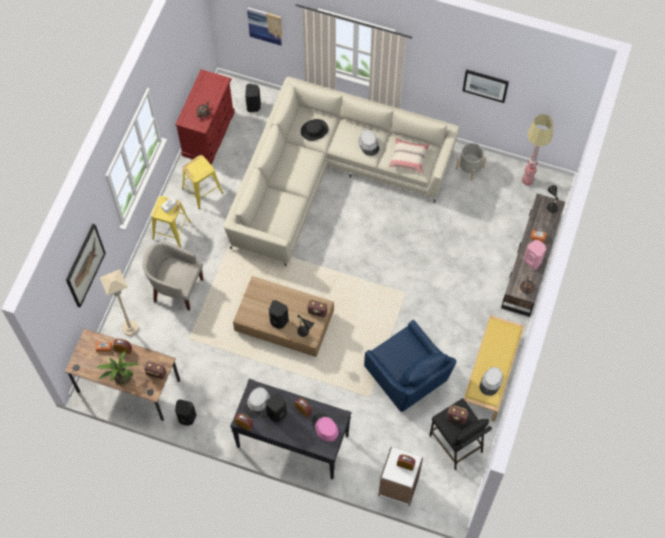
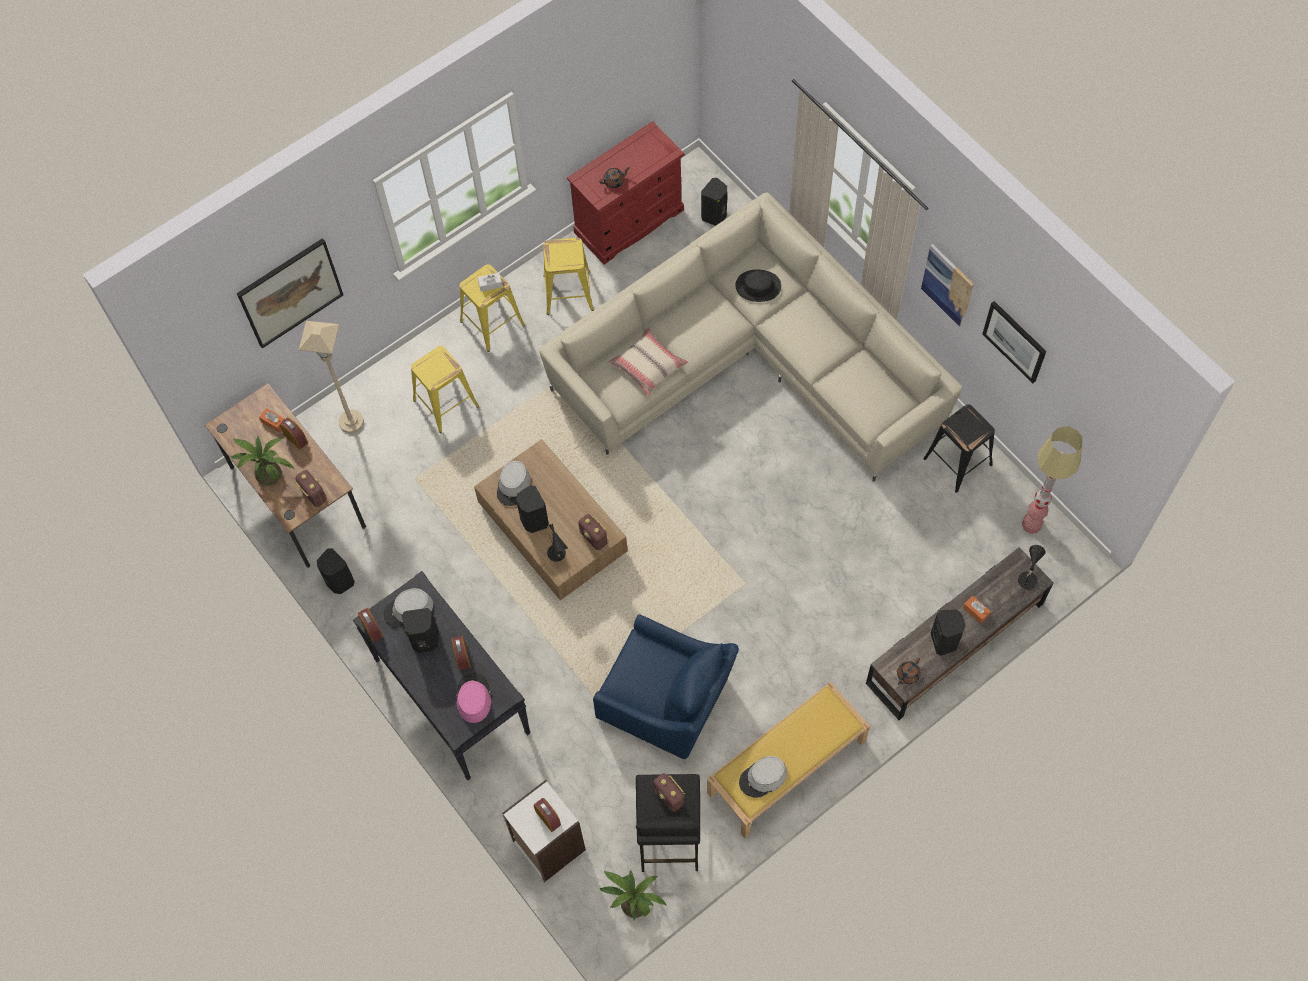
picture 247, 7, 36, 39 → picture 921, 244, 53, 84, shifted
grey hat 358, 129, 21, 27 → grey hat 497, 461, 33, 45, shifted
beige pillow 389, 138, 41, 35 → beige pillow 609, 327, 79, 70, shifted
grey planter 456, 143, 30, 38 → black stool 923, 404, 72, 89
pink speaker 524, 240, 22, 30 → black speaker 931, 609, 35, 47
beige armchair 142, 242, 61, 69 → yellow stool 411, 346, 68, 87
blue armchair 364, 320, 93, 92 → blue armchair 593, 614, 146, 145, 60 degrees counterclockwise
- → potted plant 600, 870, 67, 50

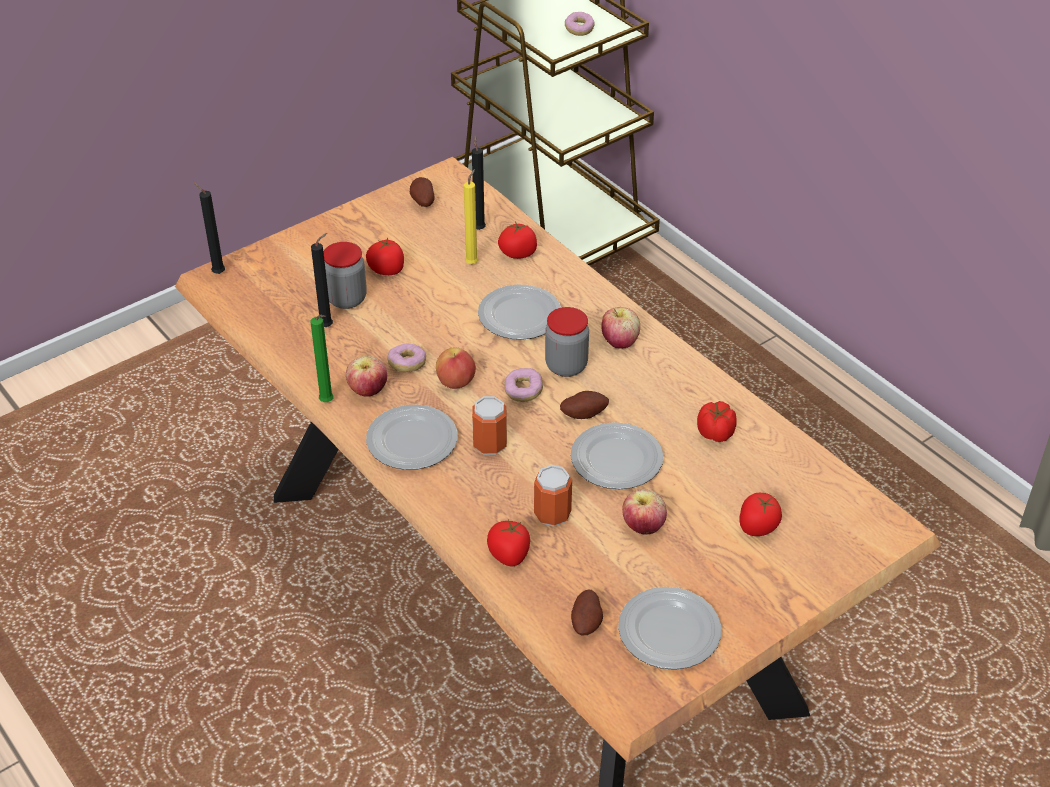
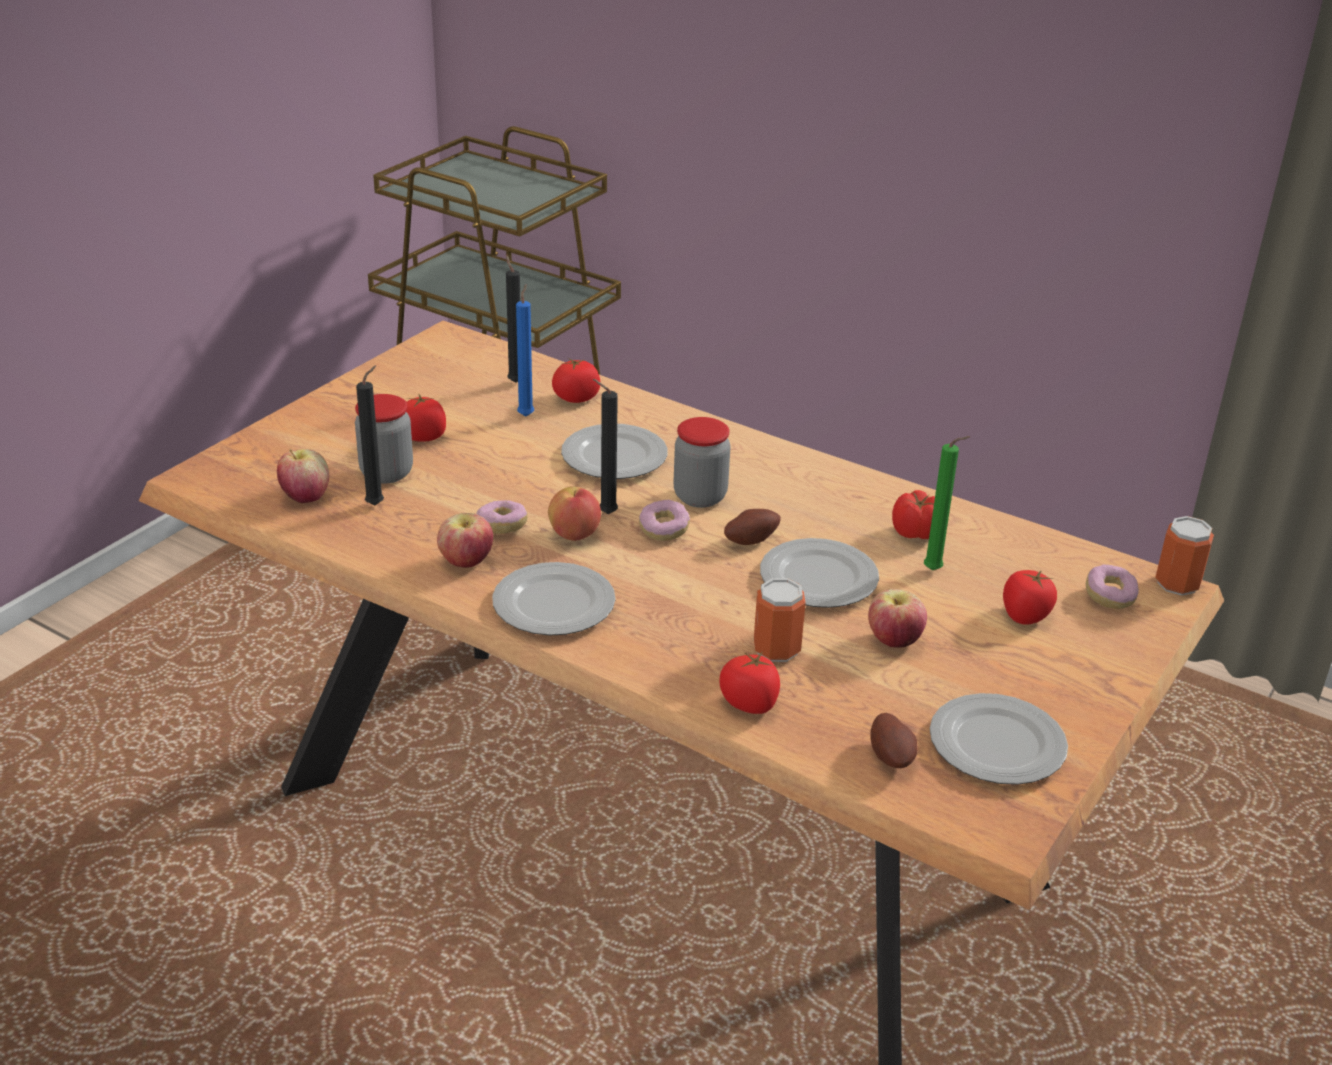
donut 565, 12, 30, 24 → donut 1086, 564, 53, 45, shifted
yellow candle 464, 169, 14, 95 → blue candle 516, 285, 18, 131
potato 410, 177, 25, 30 → -
black candle 193, 182, 32, 92 → black candle 593, 379, 25, 135, shifted
apple 601, 307, 39, 42 → apple 277, 449, 52, 54, shifted
green candle 311, 315, 23, 87 → green candle 924, 436, 46, 134, shifted
can 472, 396, 35, 59 → can 1155, 516, 59, 79, shifted

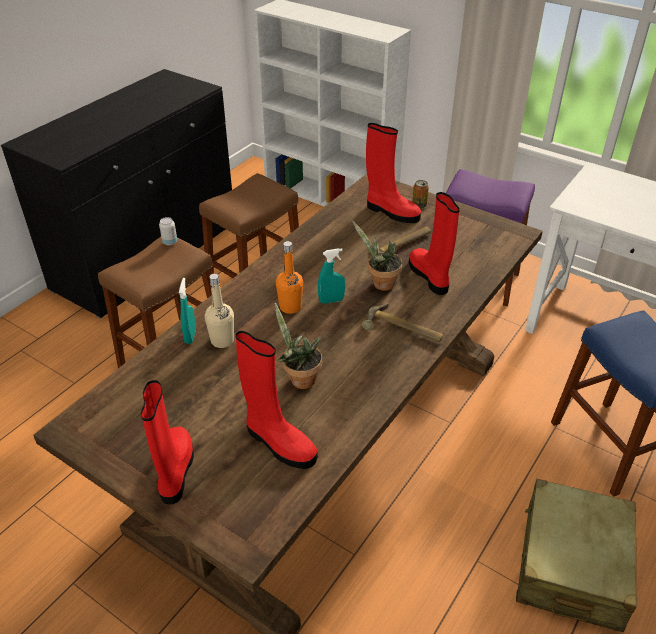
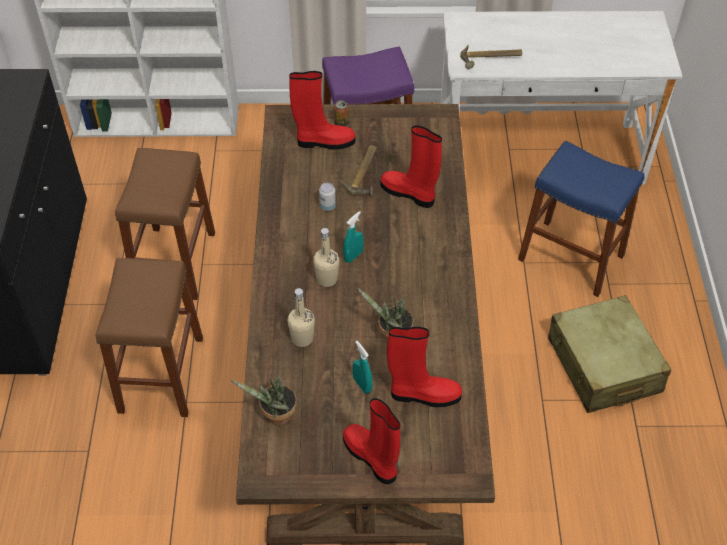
can 159, 217, 18, 28 → can 319, 183, 17, 28, shifted
potted plant 352, 221, 50, 70 → potted plant 231, 375, 66, 51, shifted
orange bottle 276, 241, 27, 73 → beige bottle 313, 228, 26, 59
turquoise spray bottle 179, 278, 17, 66 → turquoise spray bottle 353, 341, 20, 53, shifted
hammer 362, 303, 81, 39 → hammer 460, 45, 62, 24, shifted

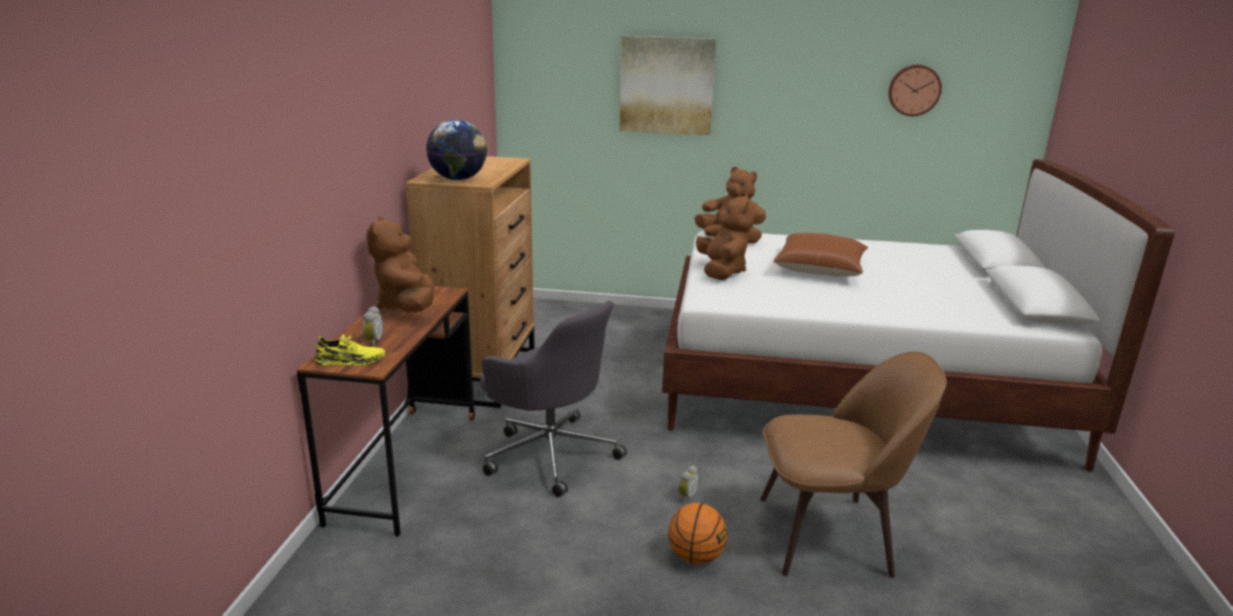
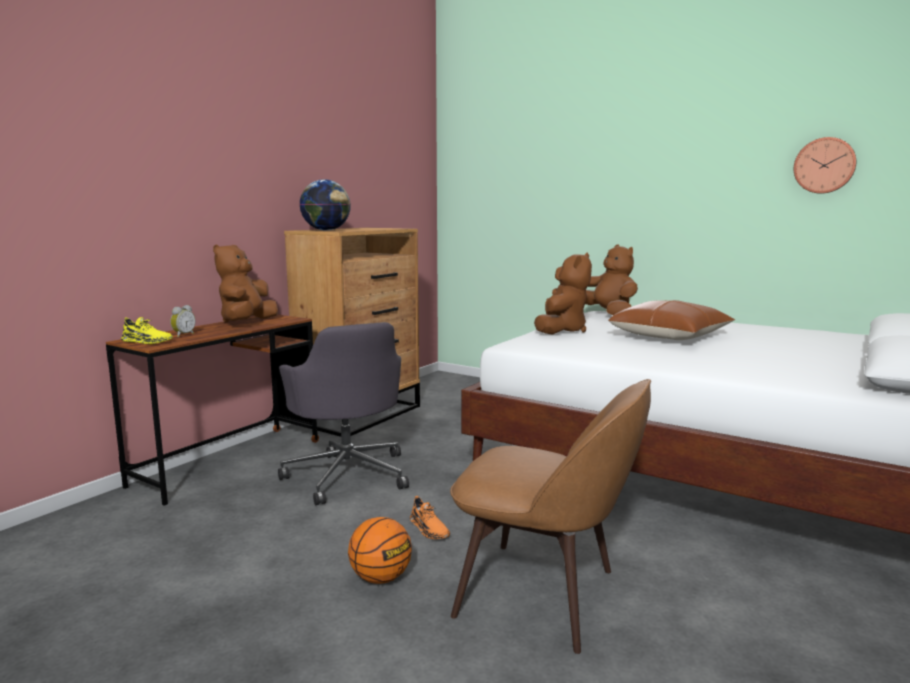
picture 620, 36, 96, 99 → -
alarm clock 678, 465, 21, 38 → orange shoe 410, 496, 40, 43

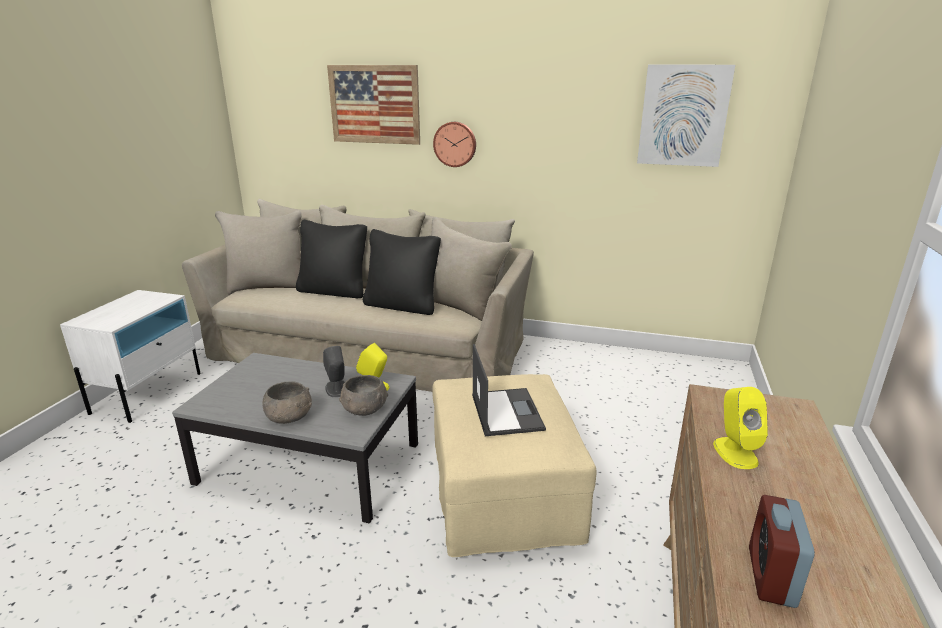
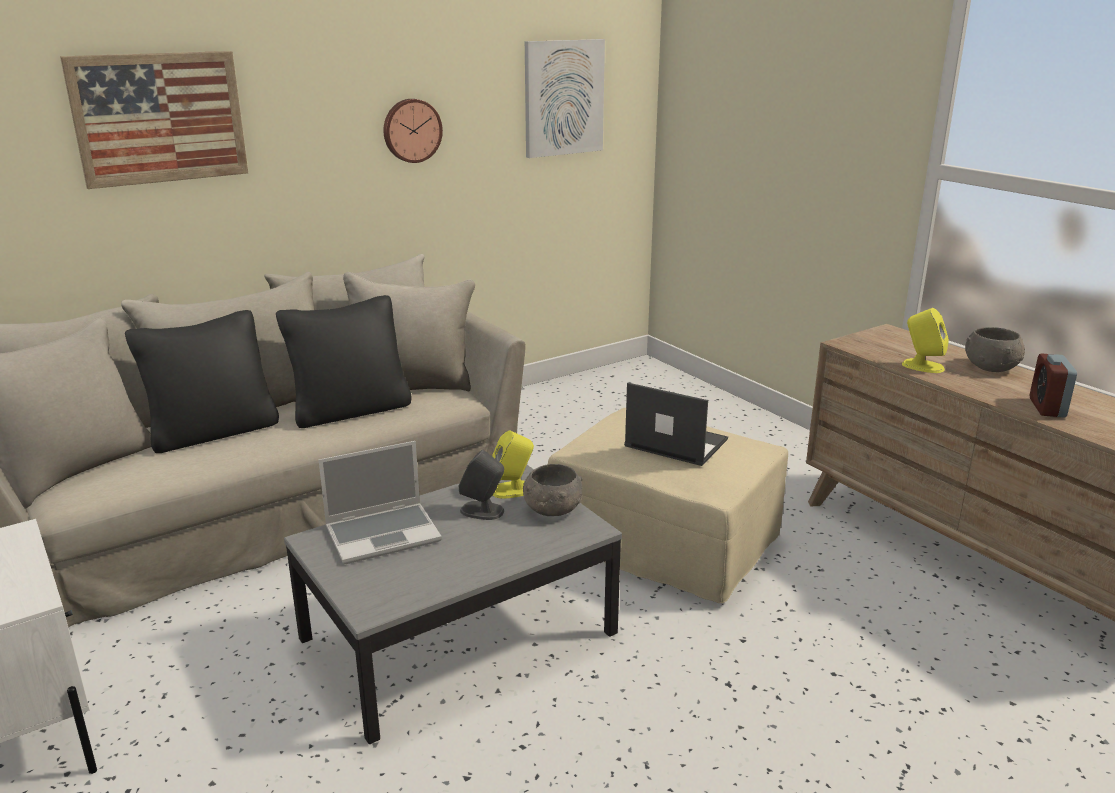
wall clock 433, 122, 43, 45 → wall clock 383, 99, 60, 64, shifted
grey bowl 262, 381, 50, 43 → grey bowl 965, 327, 60, 45, shifted
alarm clock 749, 495, 66, 113 → alarm clock 1029, 354, 48, 64, 45 degrees clockwise
- → laptop 319, 441, 123, 123

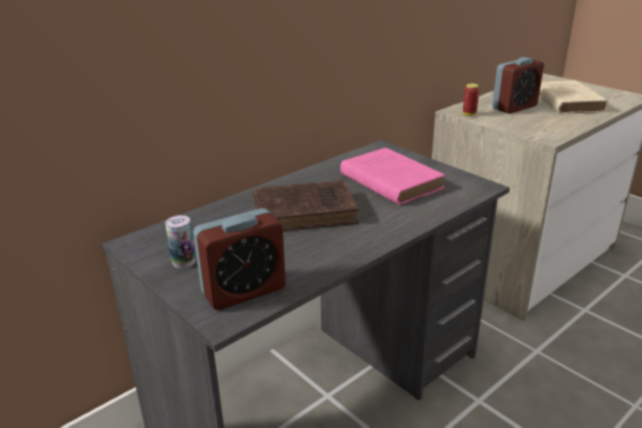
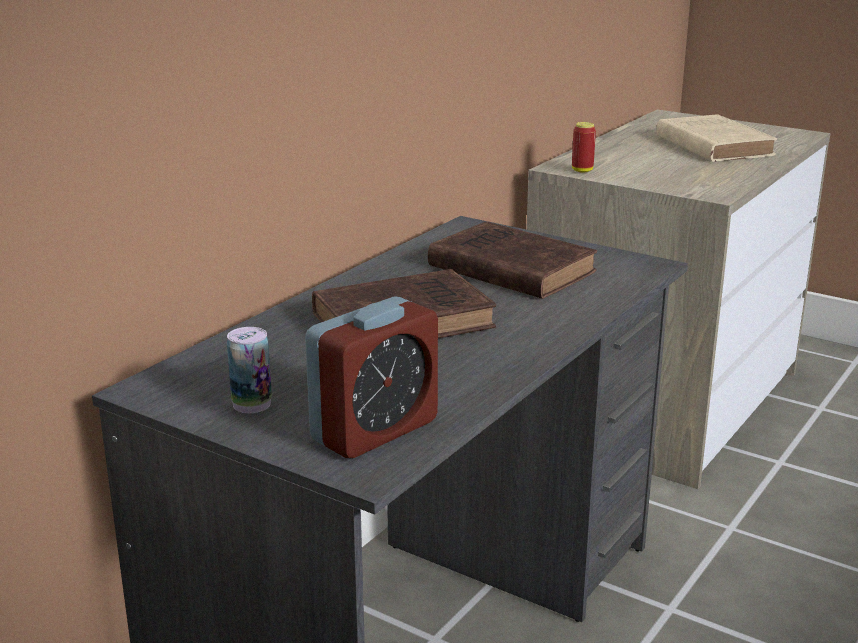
alarm clock 492, 57, 52, 57 → -
pink book 340, 148, 106, 57 → brown book 428, 222, 169, 77

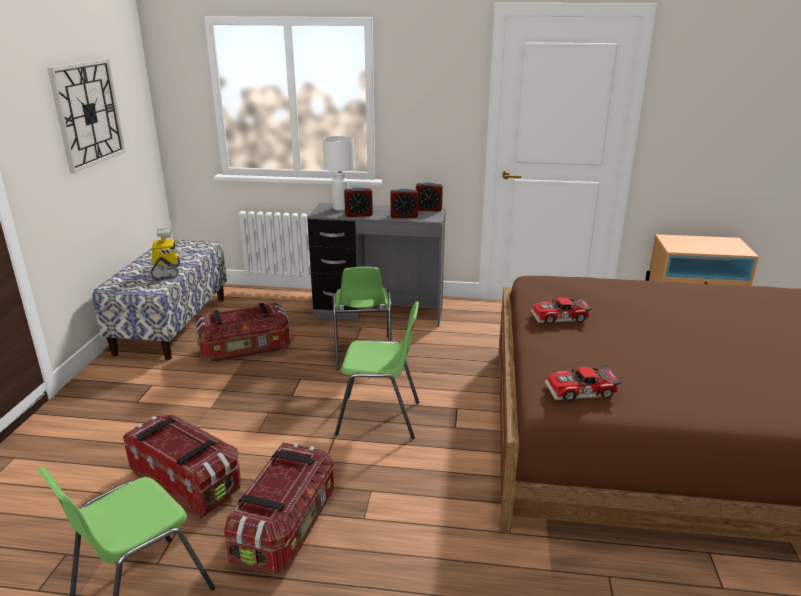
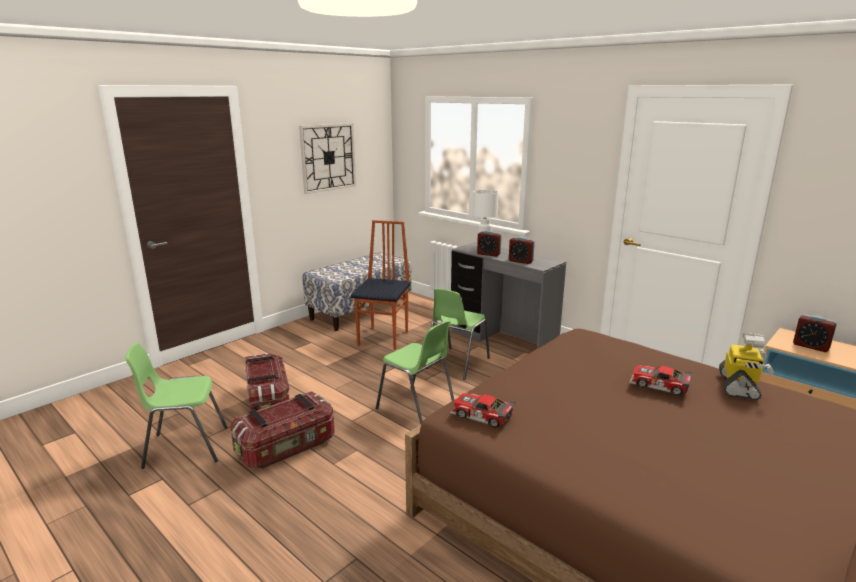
alarm clock 416, 181, 27, 31 → alarm clock 793, 314, 44, 38, shifted
toy robot 151, 228, 31, 51 → toy robot 719, 333, 55, 67, shifted
toy car 530, 297, 62, 27 → toy car 629, 366, 63, 29, shifted
storage box 195, 303, 95, 59 → chair 351, 220, 60, 130

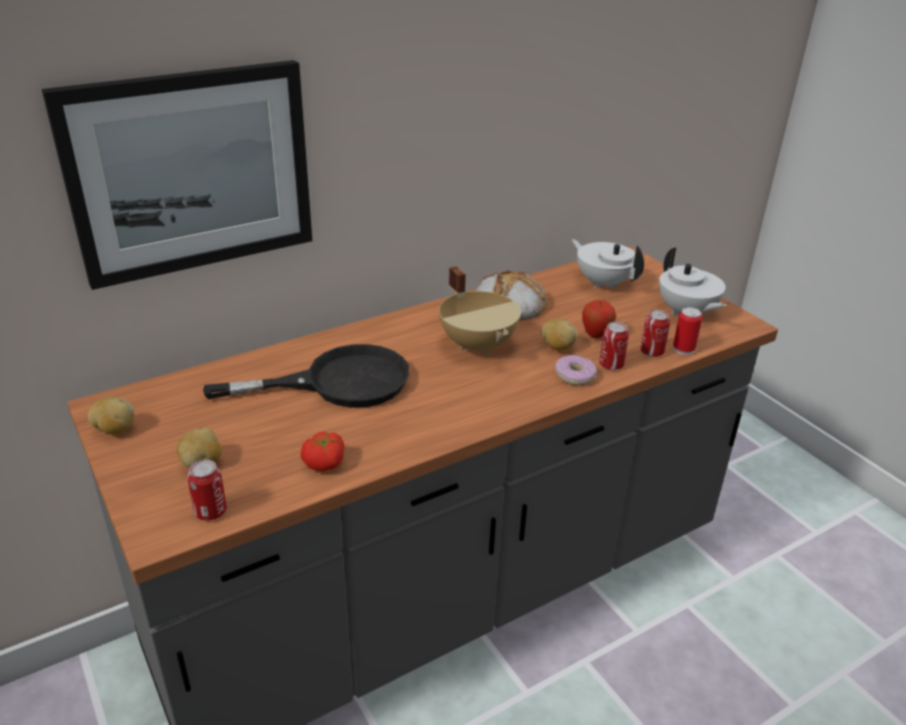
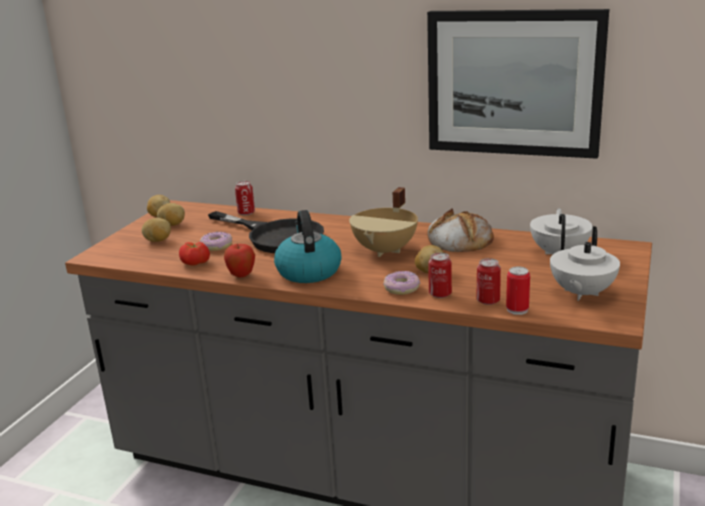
picture 42, 60, 270, 230 → picture 427, 9, 182, 150, shifted
apple 582, 300, 34, 38 → apple 224, 244, 31, 34, shifted
can 187, 459, 40, 62 → can 235, 181, 20, 34, shifted
- → potato 157, 203, 28, 23
- → kettle 274, 210, 67, 73
- → donut 200, 232, 32, 19

